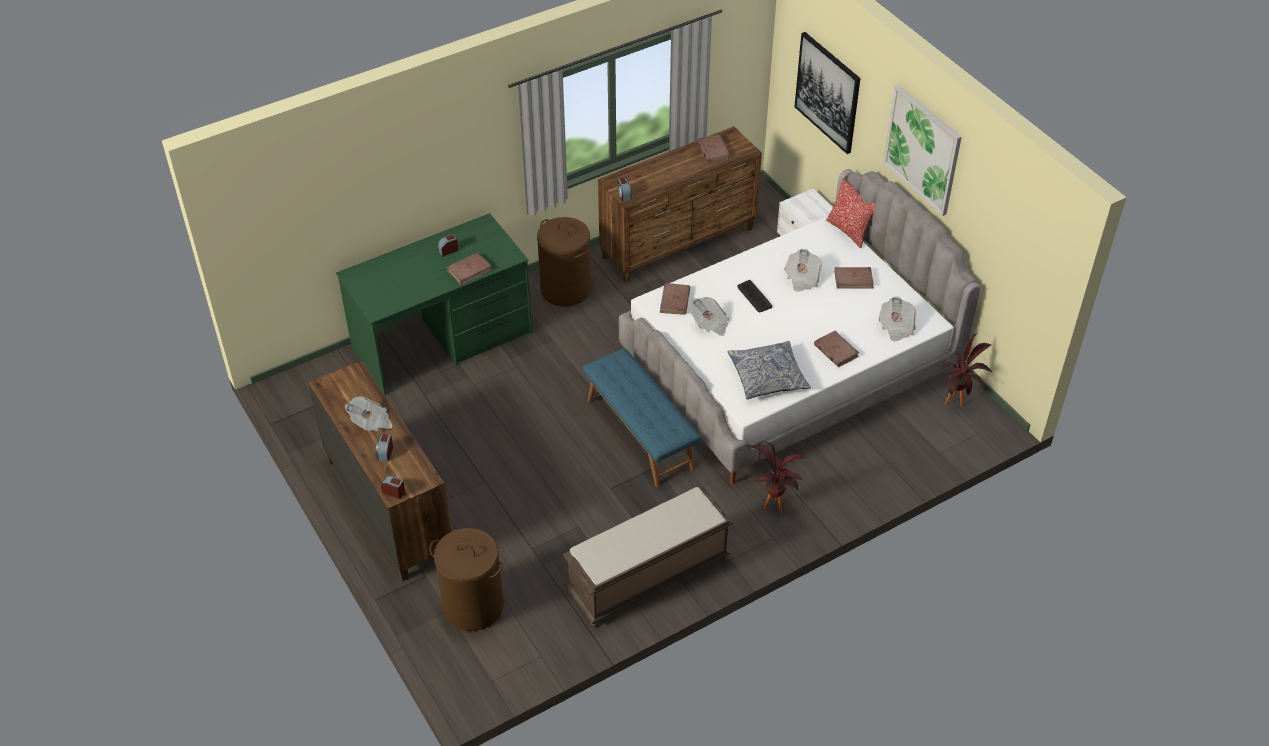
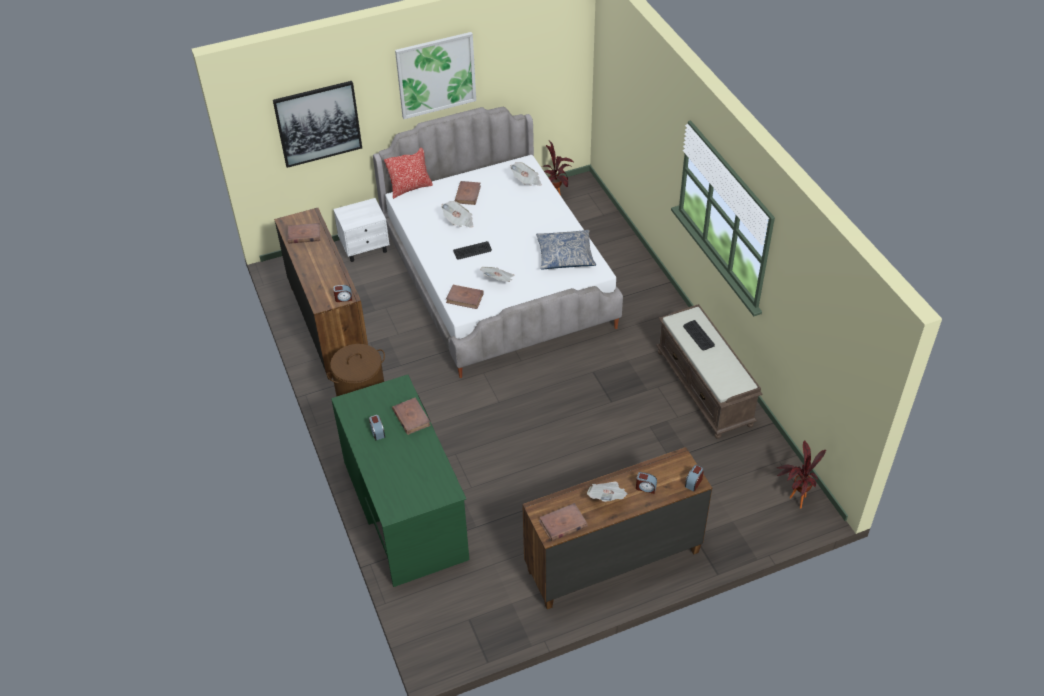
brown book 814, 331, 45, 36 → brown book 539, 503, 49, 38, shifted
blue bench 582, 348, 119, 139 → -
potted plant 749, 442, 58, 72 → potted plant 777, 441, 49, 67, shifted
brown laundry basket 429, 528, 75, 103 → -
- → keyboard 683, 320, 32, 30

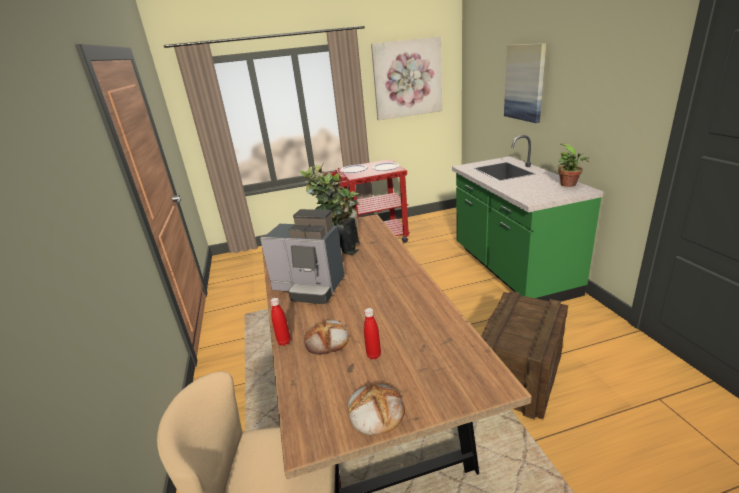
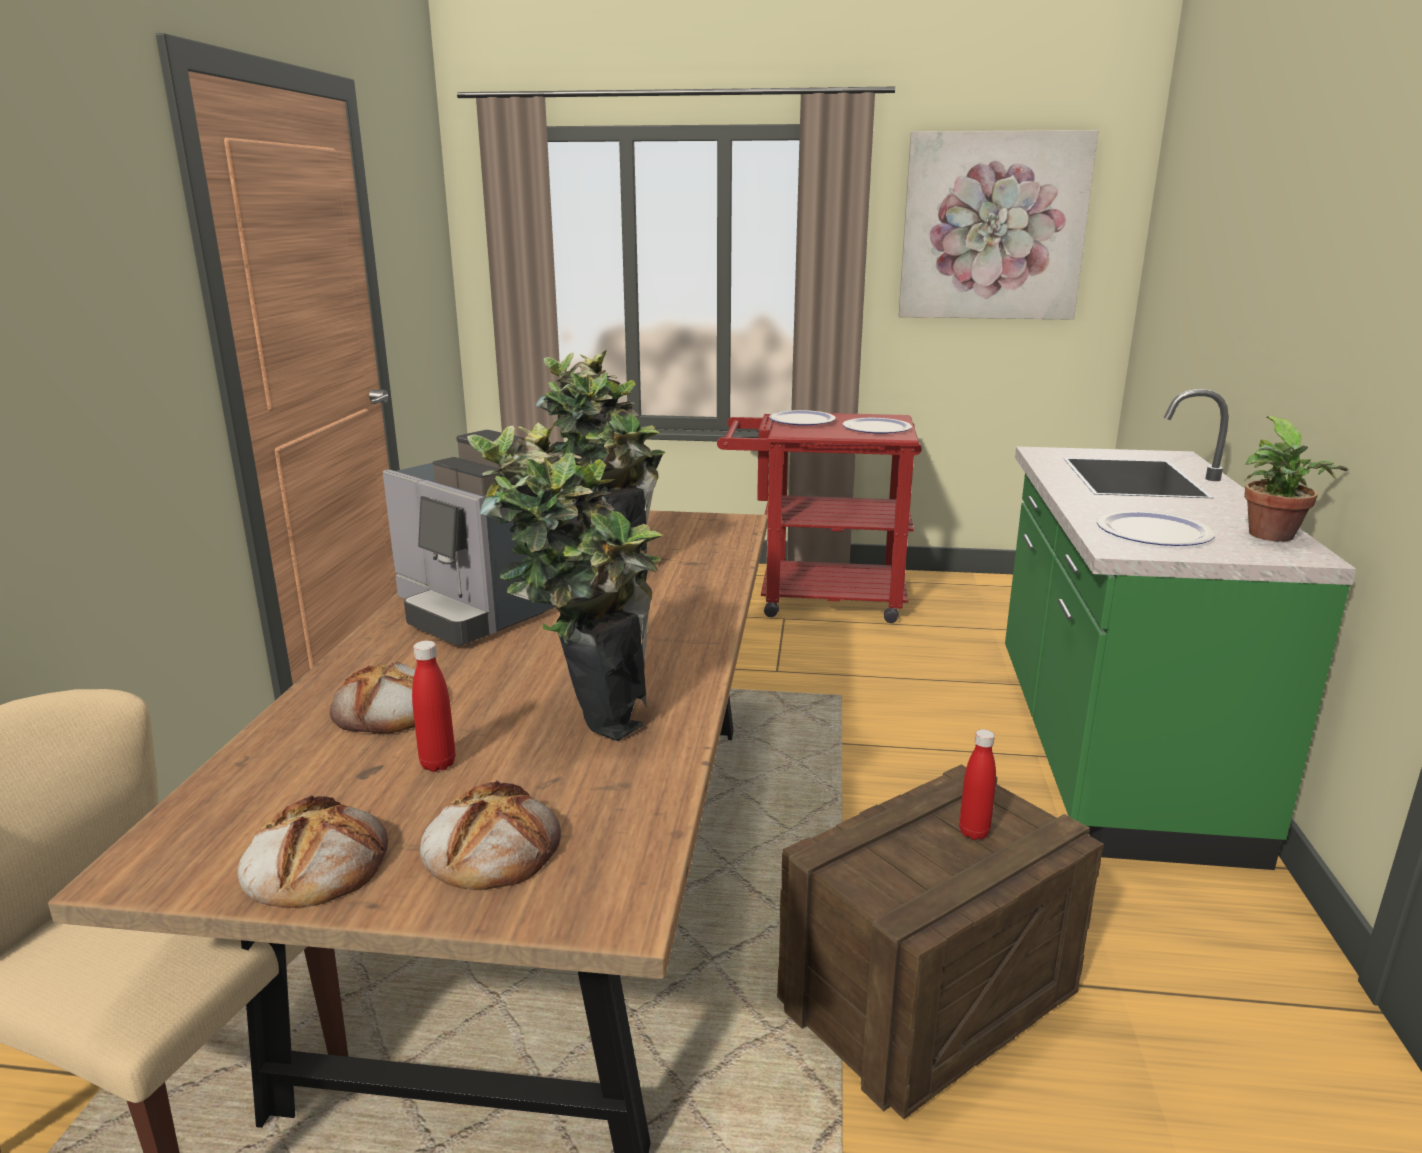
picture 504, 43, 42, 80 → -
red bottle 270, 298, 20, 48 → red bottle 959, 729, 37, 111, shifted
- → potted plant 467, 419, 196, 322
- → plate 1097, 511, 118, 35
- → bread 420, 781, 141, 110

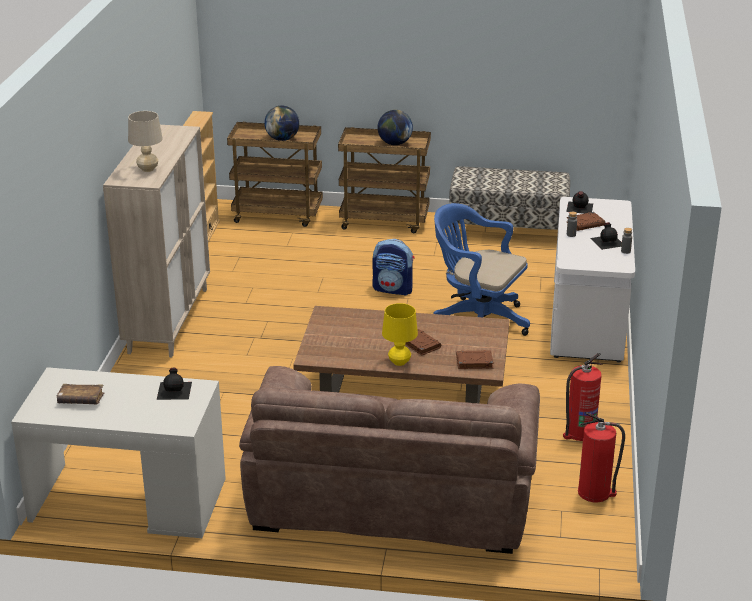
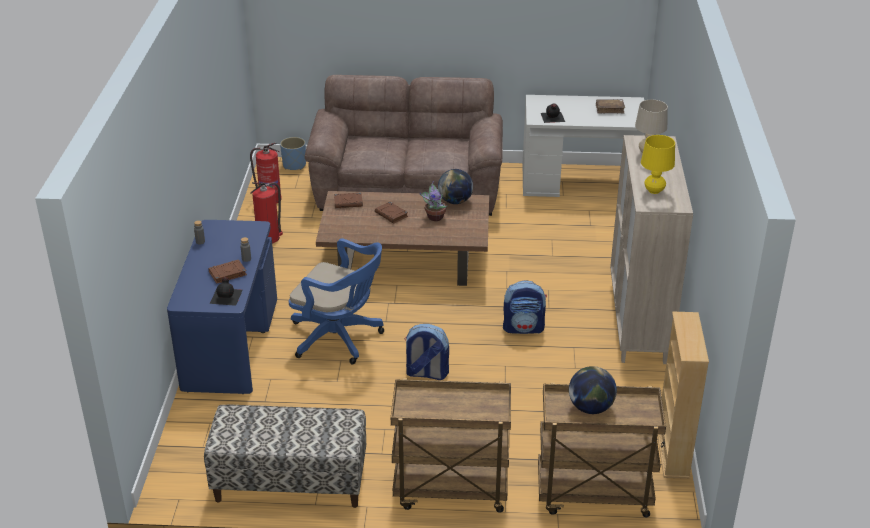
globe 377, 110, 36, 35 → globe 438, 169, 35, 35, shifted
white desk 550, 197, 85, 166 → blue desk 167, 220, 110, 174
black bottle 590, 222, 32, 28 → -
yellow table lamp 382, 303, 36, 63 → yellow table lamp 641, 135, 34, 59, shifted
- → blue planter 280, 137, 26, 33
- → potted plant 420, 181, 28, 40
- → backpack 503, 280, 44, 54

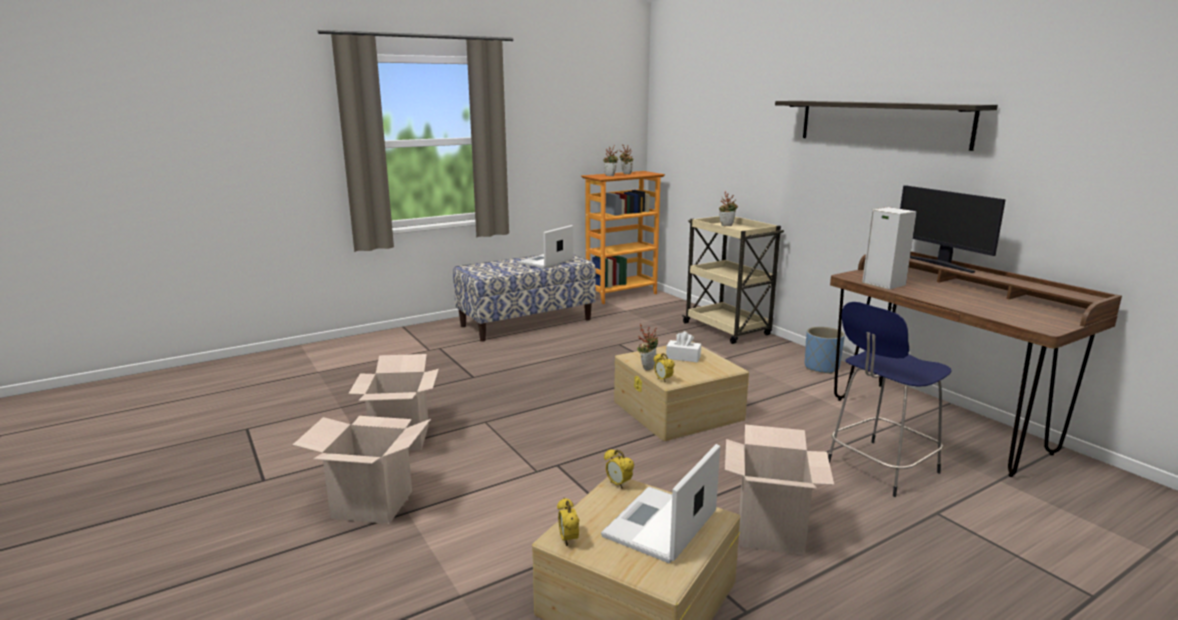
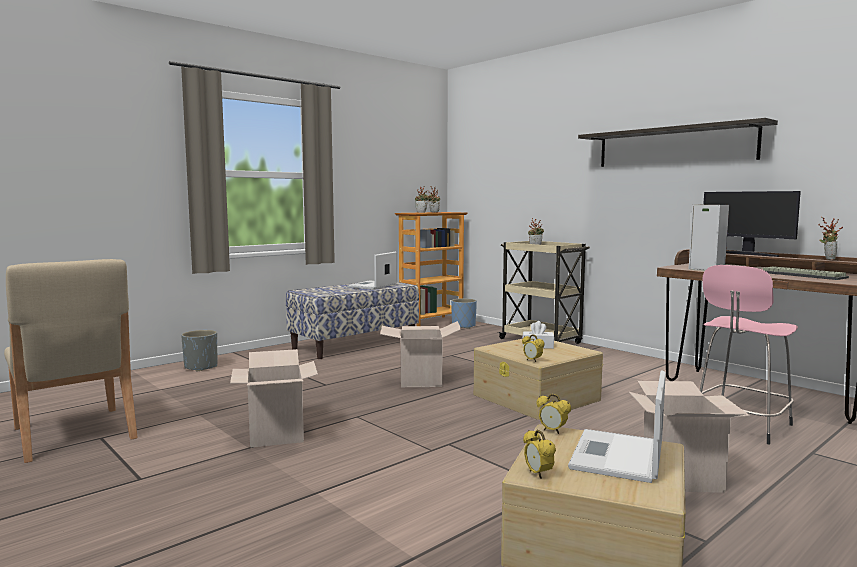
blue stool 828, 302, 124, 195 → pink stool 700, 265, 98, 179
potted plant 637, 323, 21, 48 → potted plant 818, 217, 25, 43, shifted
blue planter 805, 327, 40, 47 → blue planter 451, 298, 26, 31, shifted
cardboard box 293, 416, 138, 108 → cardboard box 380, 321, 81, 66, shifted
- → beige chair 4, 259, 134, 204
- → keyboard 763, 266, 86, 14
- → grey planter 181, 330, 36, 42

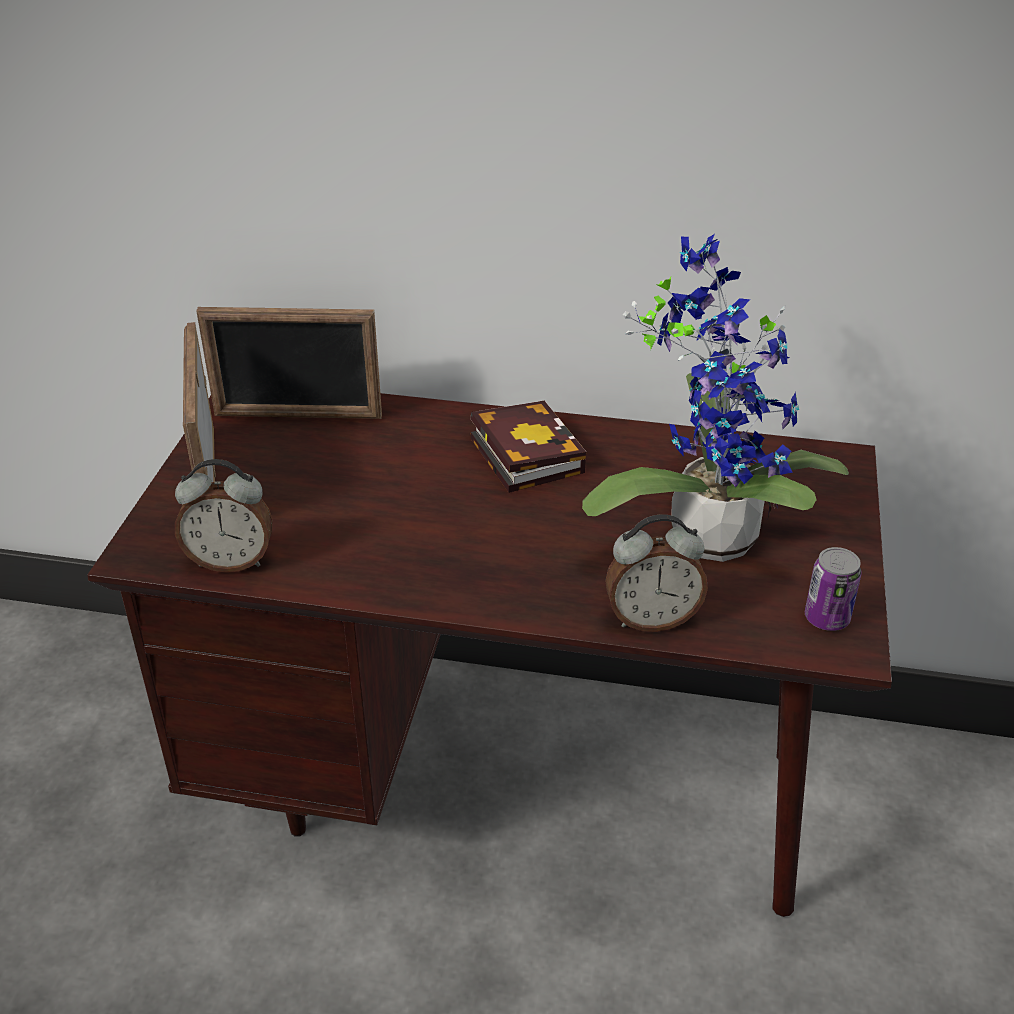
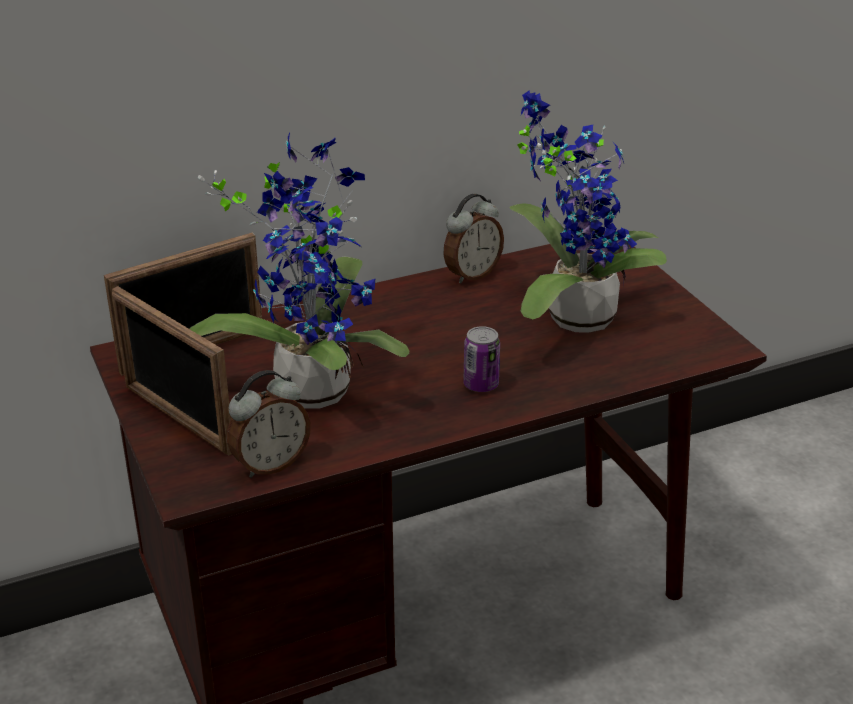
book 471, 400, 115, 93 → -
alarm clock 605, 514, 103, 118 → alarm clock 443, 194, 61, 90, shifted
can 805, 547, 57, 84 → can 463, 326, 37, 66, shifted
- → potted plant 189, 133, 220, 276

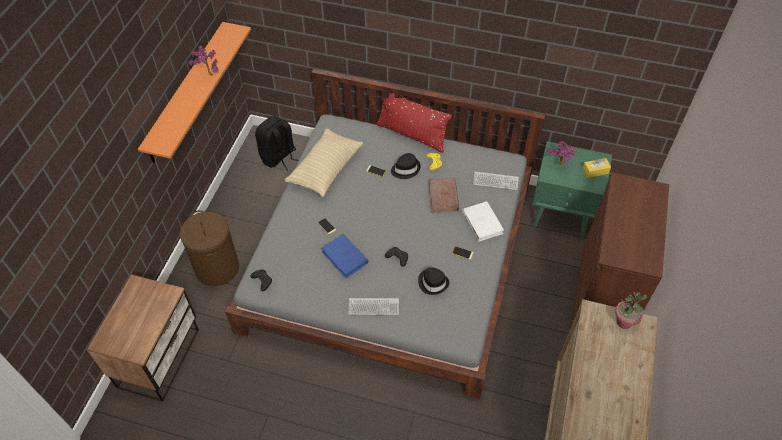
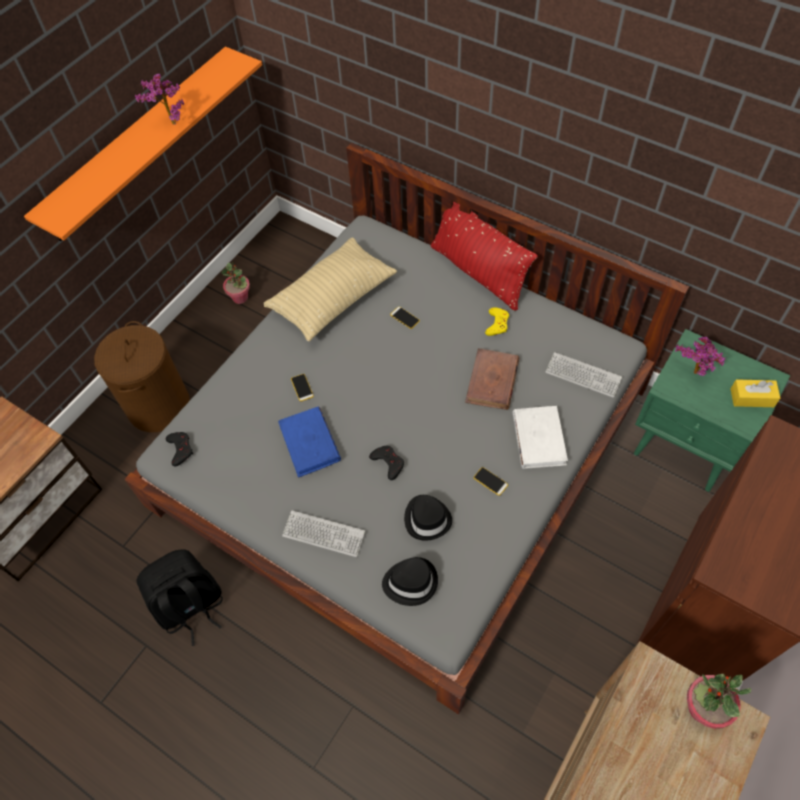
black backpack 255, 116, 44, 55 → black backpack 137, 549, 86, 97, shifted
black hat 391, 153, 29, 26 → black hat 382, 557, 56, 49, shifted
- → potted plant 222, 262, 28, 42

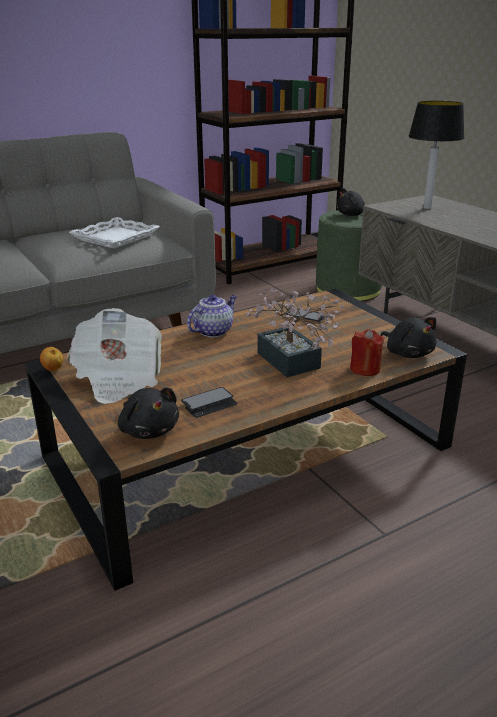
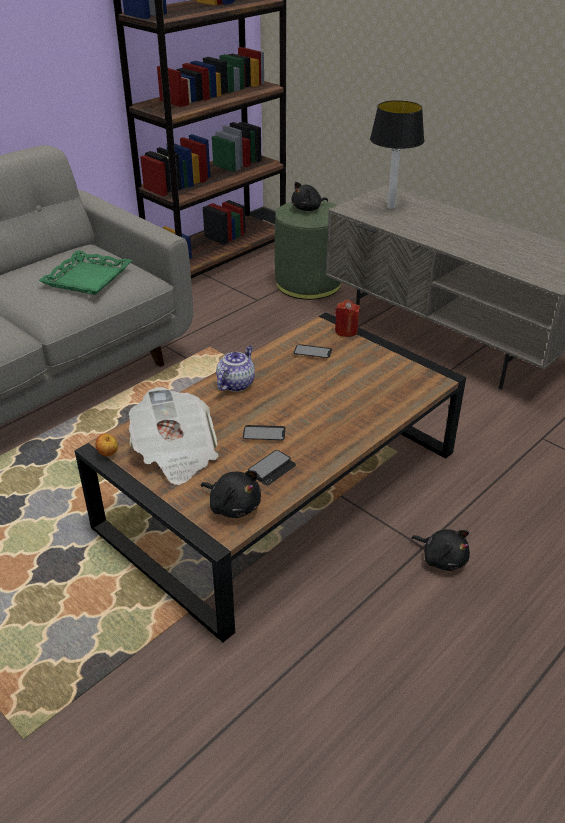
white tray 69, 217, 91, 32 → green tray 38, 250, 94, 45
potted plant 246, 288, 99, 89 → -
black plush toy 380, 317, 56, 41 → black plush toy 412, 529, 58, 42, shifted
red candle 350, 329, 34, 47 → red candle 335, 300, 25, 37, shifted
- → phone 243, 425, 42, 15

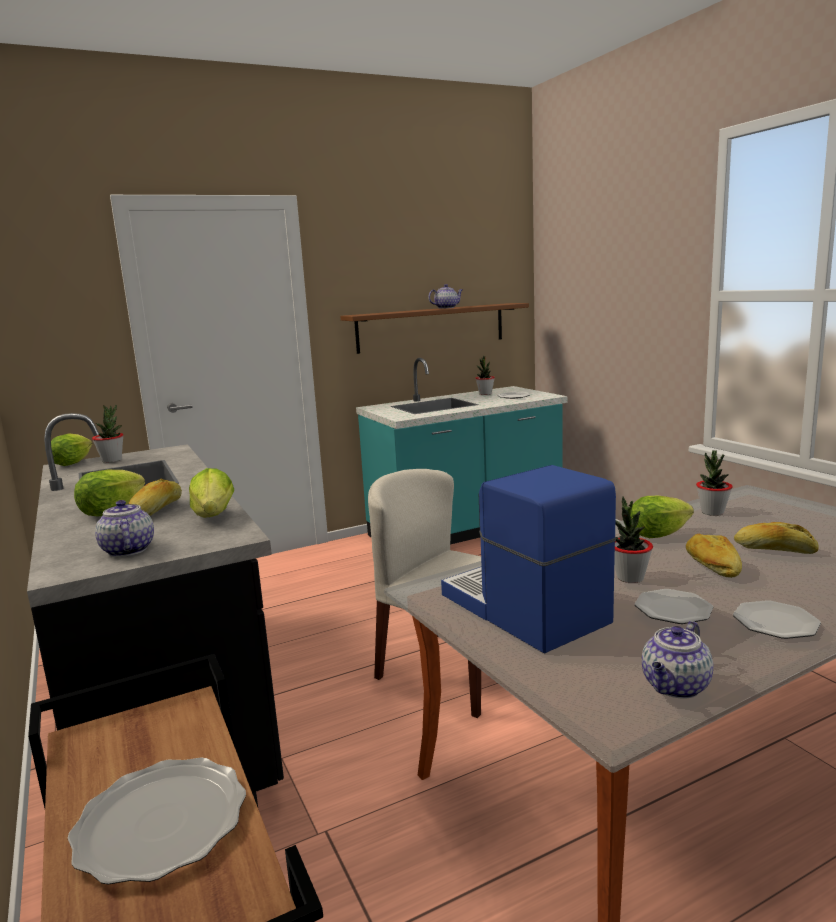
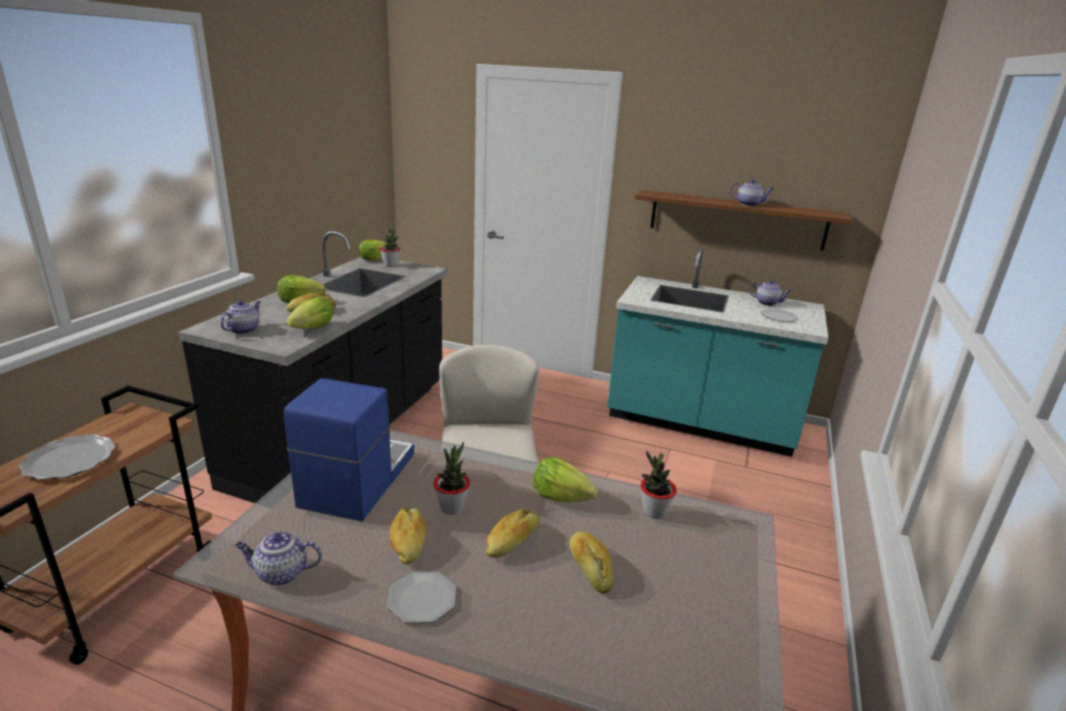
potted plant 475, 356, 20, 39 → teapot 749, 280, 43, 26
plate 635, 589, 78, 35 → bread 390, 507, 36, 57

